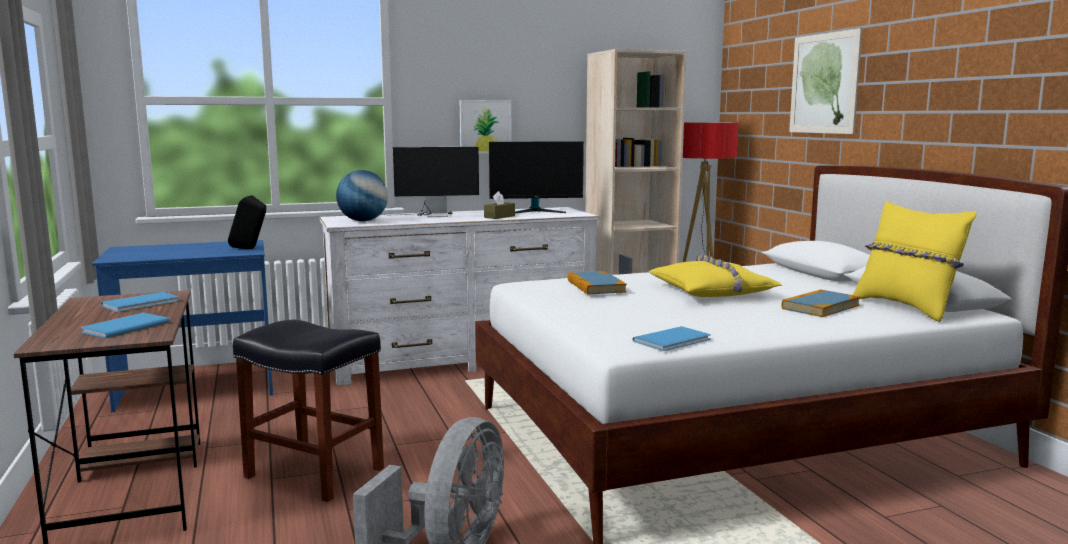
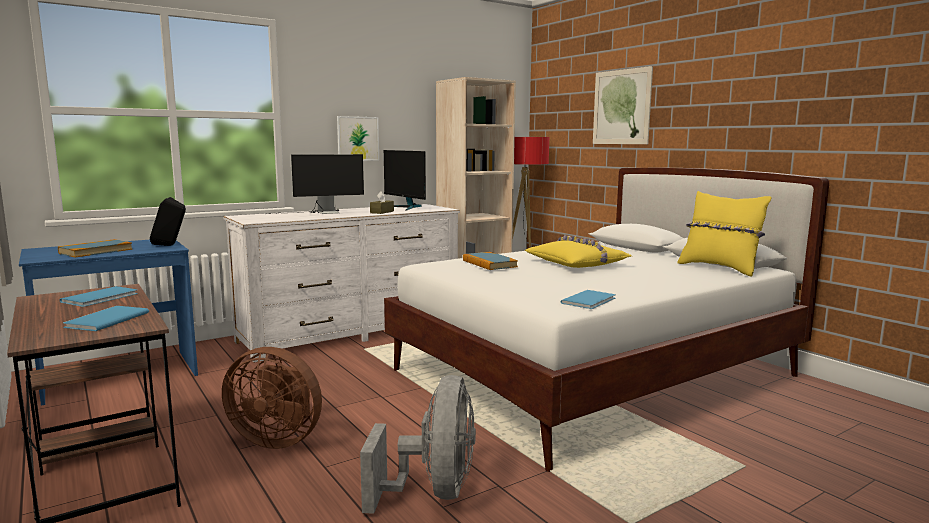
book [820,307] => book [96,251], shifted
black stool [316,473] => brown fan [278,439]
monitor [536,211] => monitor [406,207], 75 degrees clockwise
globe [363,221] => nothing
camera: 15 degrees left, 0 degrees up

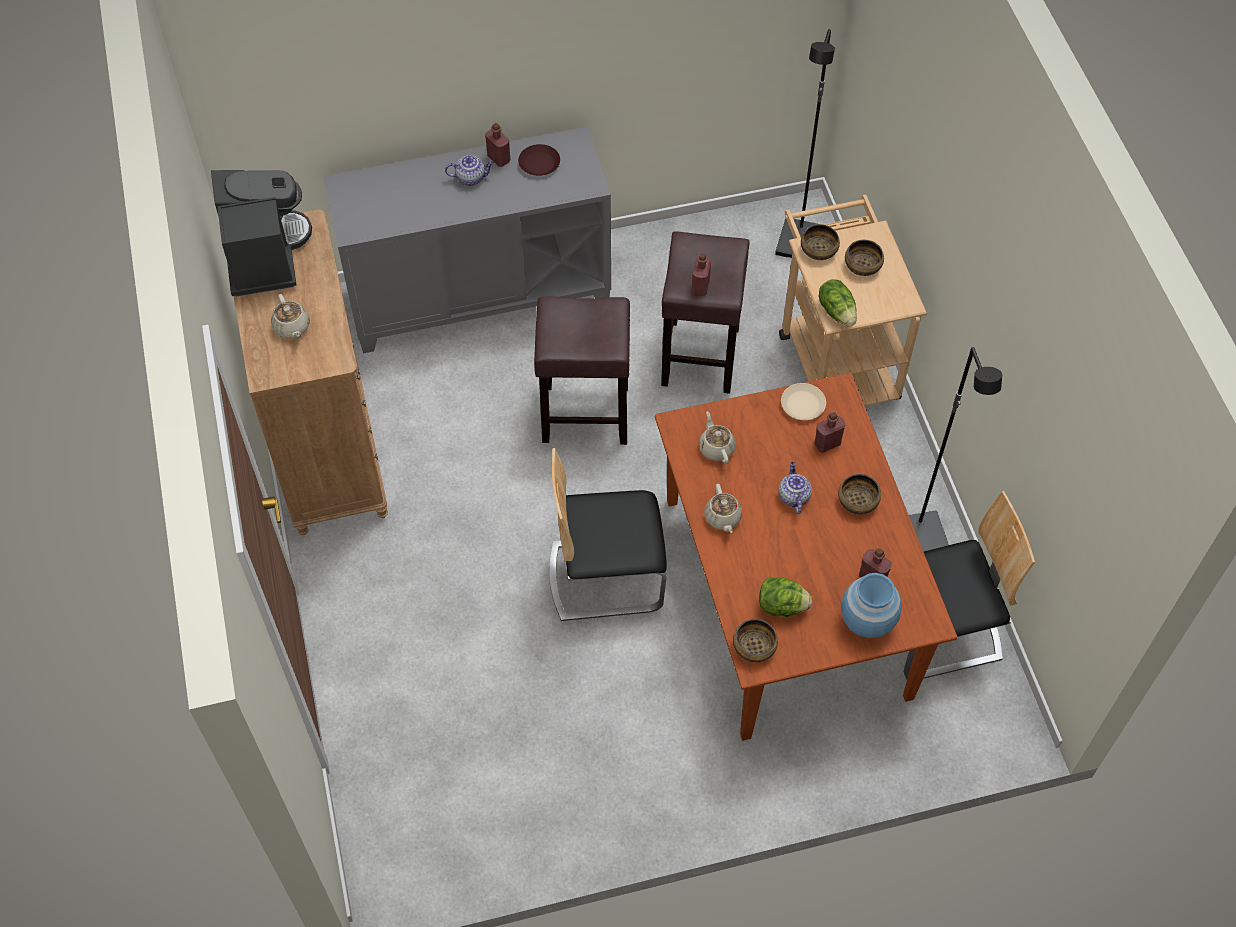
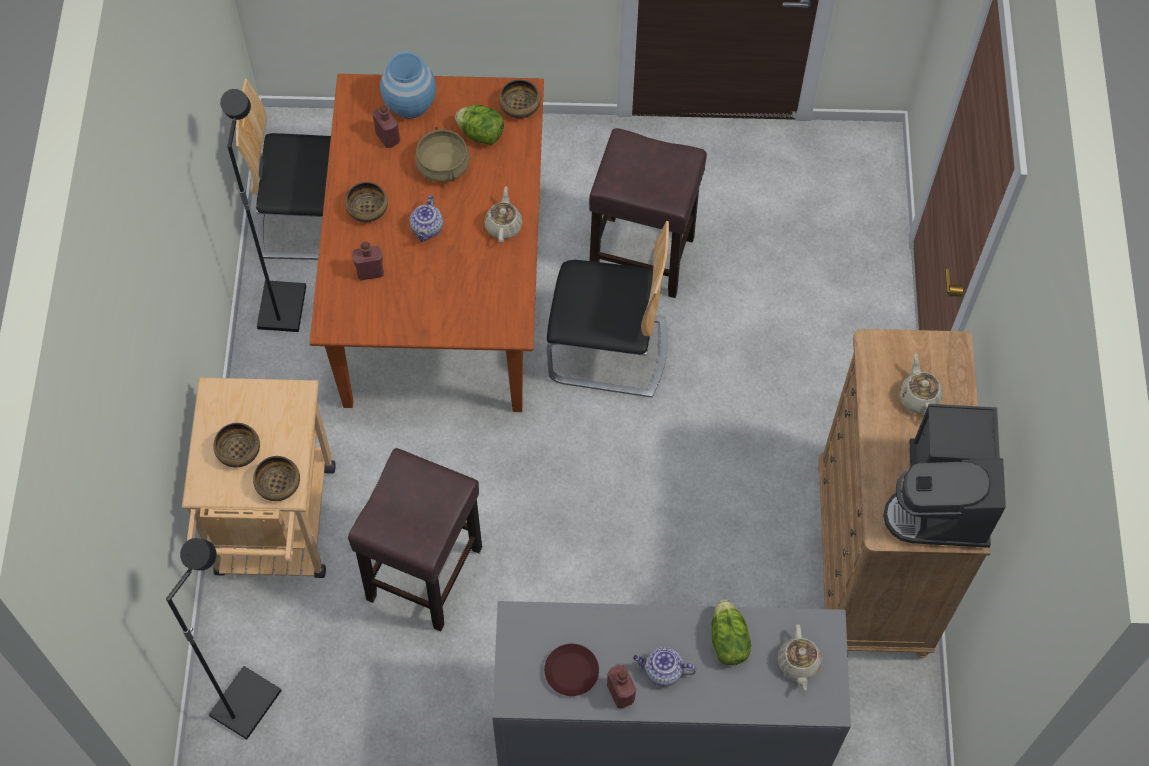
nothing => beige cooking pot [443,166]
brown stool [583,414] => brown stool [643,256], shifted
lettuce [837,311] => lettuce [727,640], shifted
beige teapot [716,448] => beige teapot [798,663], shifted
red bottle [700,287] => nothing
beige plate [803,405] => nothing
camera: 165 degrees left, 5 degrees up

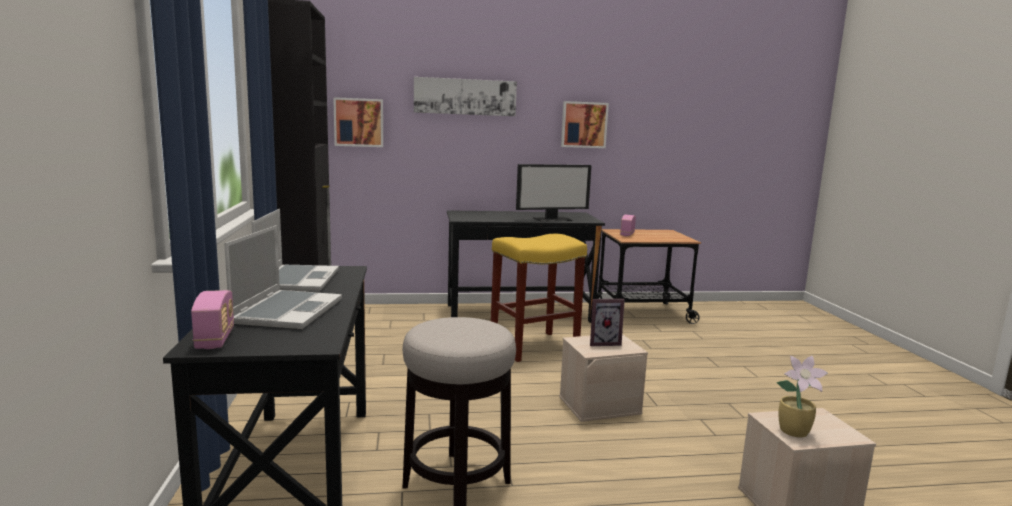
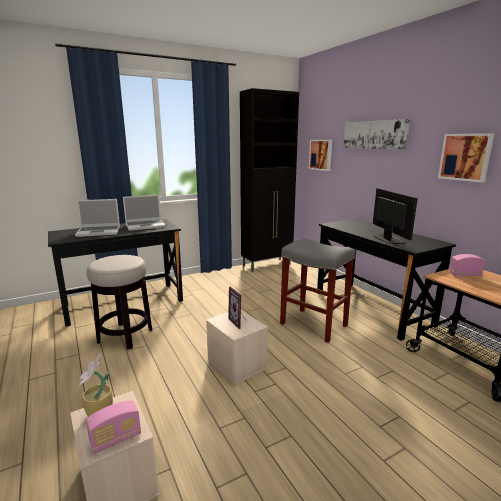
radio [215,339] => radio [116,439], shifted
yellow stool [533,347] => grey stool [312,324]
monitor [552,219] => monitor [388,239], 150 degrees counterclockwise
camera: 70 degrees right, 5 degrees up

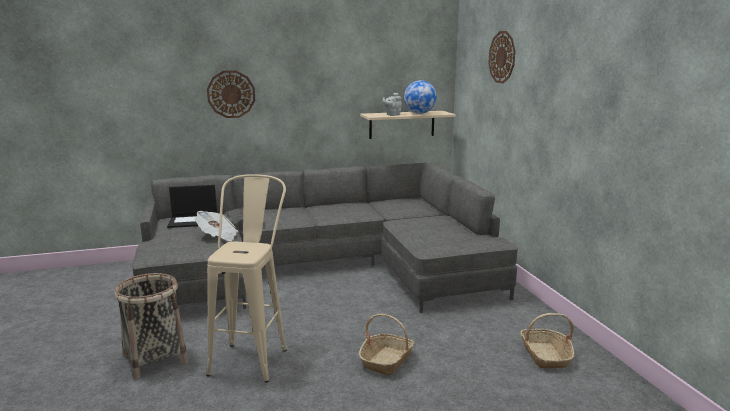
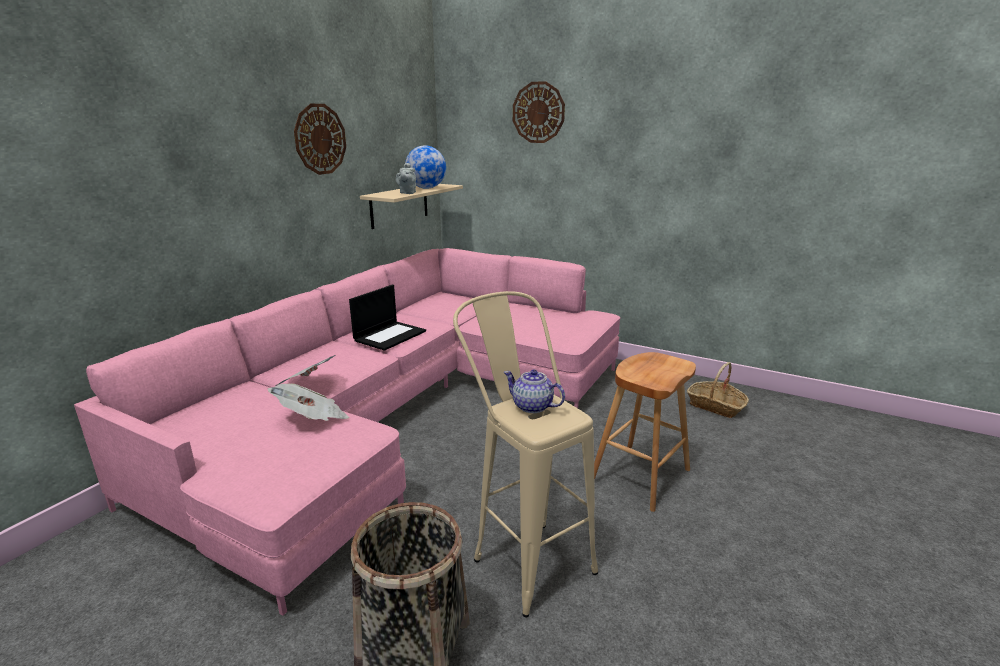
grey sofa [325,268] => pink sofa [402,412]
wall clock [231,94] => wall clock [320,139], shifted
laptop [194,221] => laptop [390,335], shifted
nothing => teapot [533,406]
basket [387,360] => brown stool [640,476]
camera: 45 degrees left, 5 degrees up

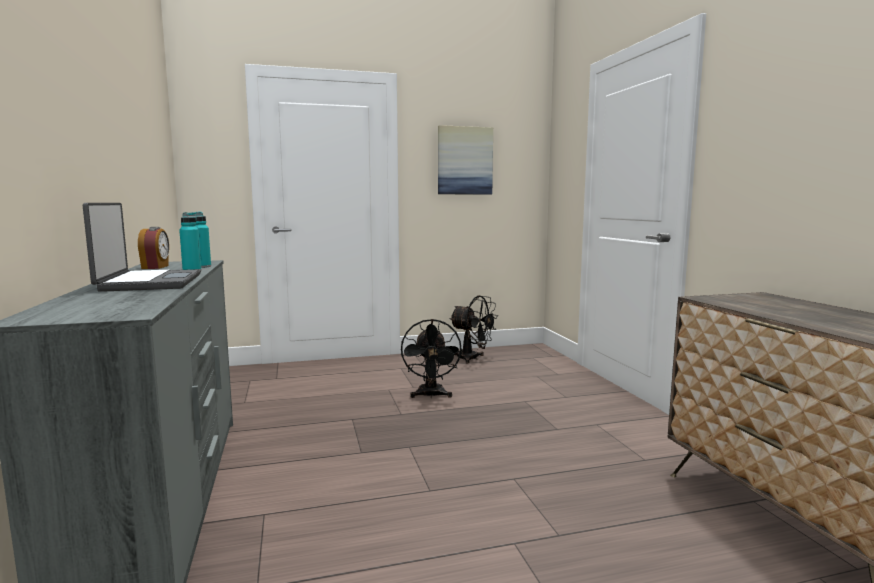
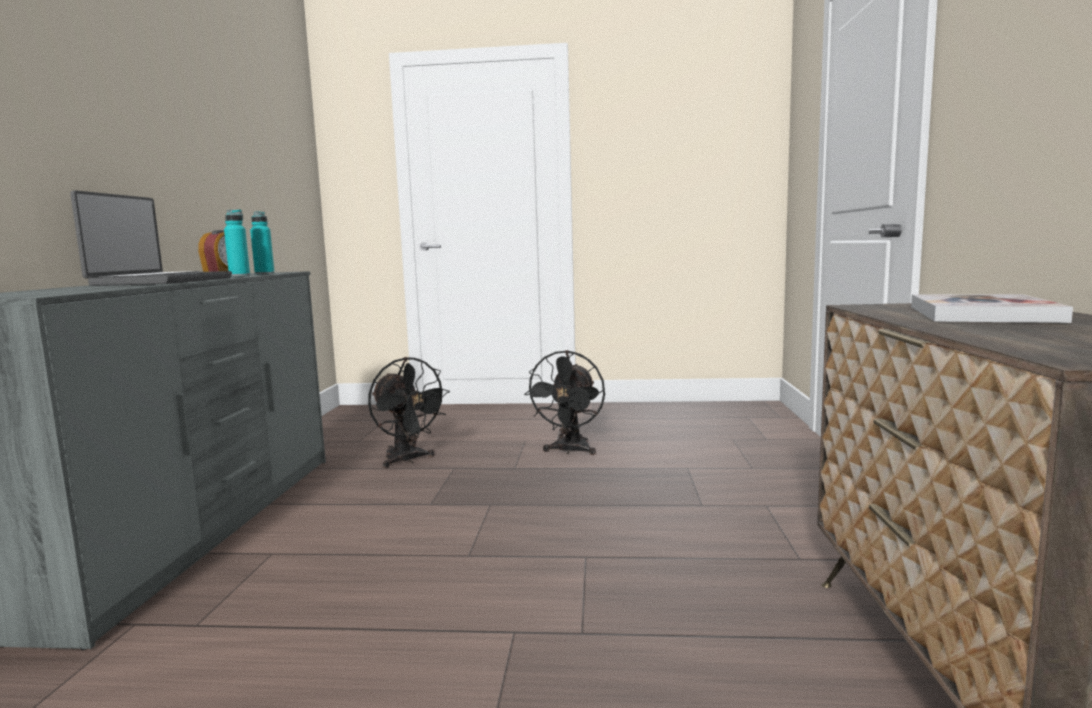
black fan [472,358] => black fan [407,460], shifted
nothing => book [981,314]
picture [464,161] => nothing
camera: 20 degrees right, 0 degrees up

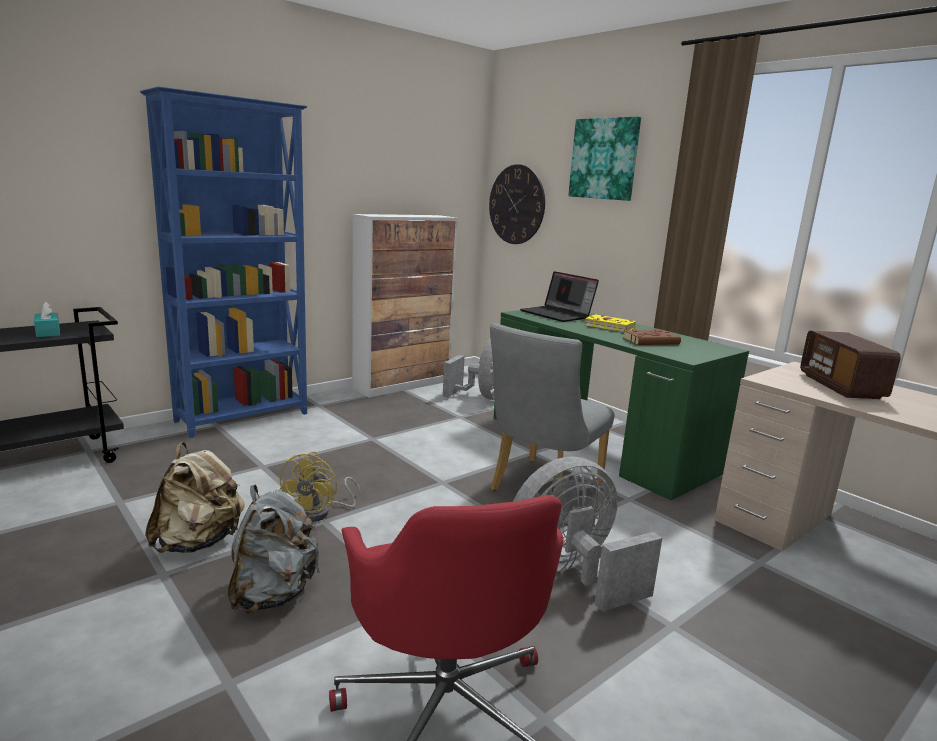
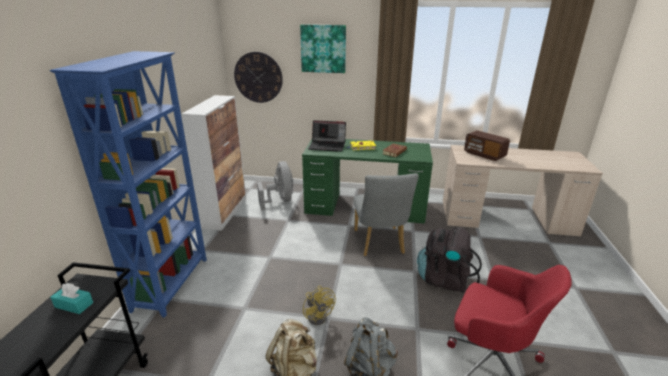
grey fan [571,575] => black backpack [444,279]
camera: 40 degrees left, 10 degrees up

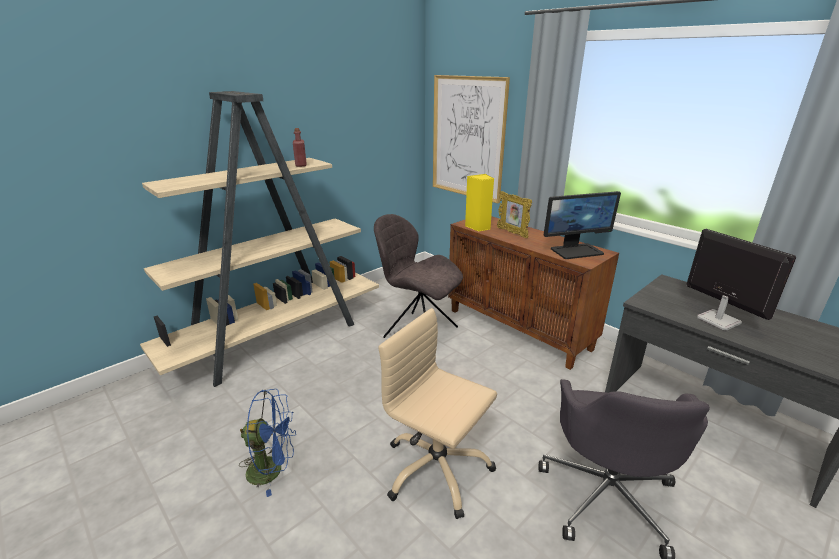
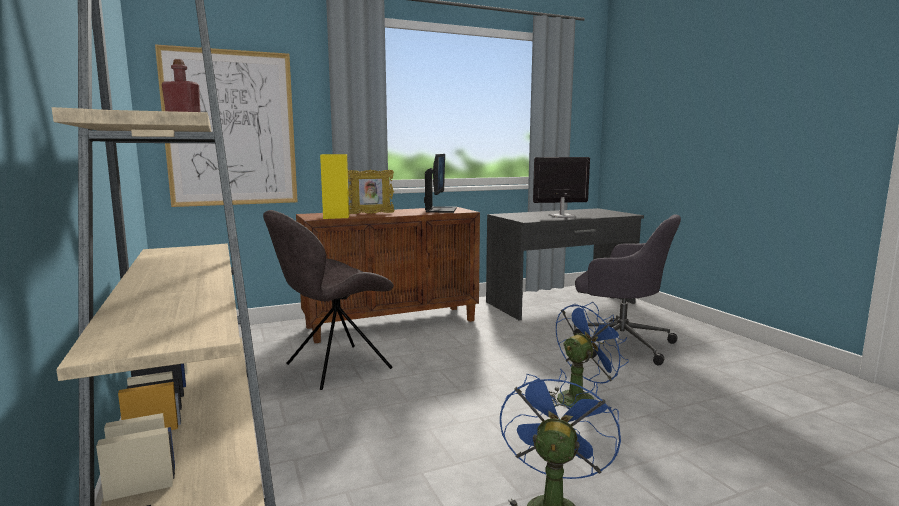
beige office chair [436,470] => blue fan [580,397]
camera: 70 degrees left, 15 degrees down

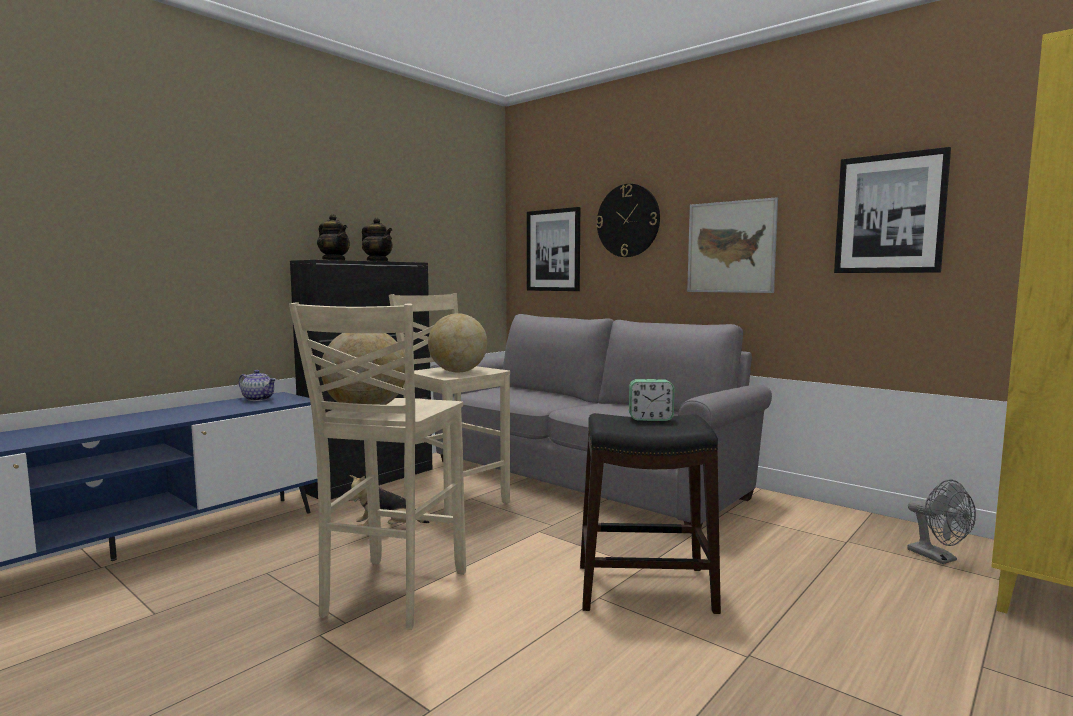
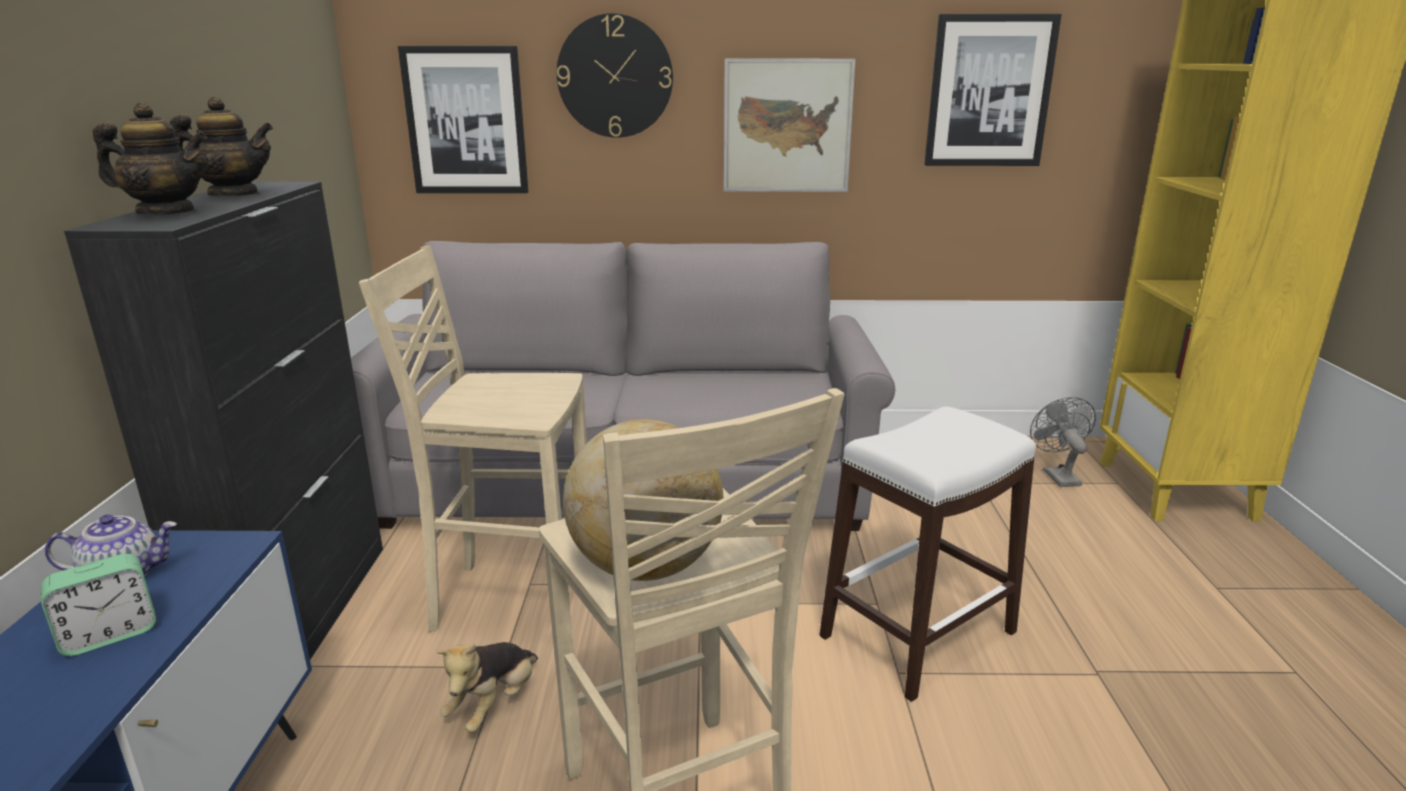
alarm clock [650,419] => alarm clock [109,635], shifted
black stool [644,587] => white stool [916,634]
grey fan [938,558] => grey fan [1057,475], 120 degrees counterclockwise
globe [458,372] => nothing
camera: 40 degrees left, 15 degrees up

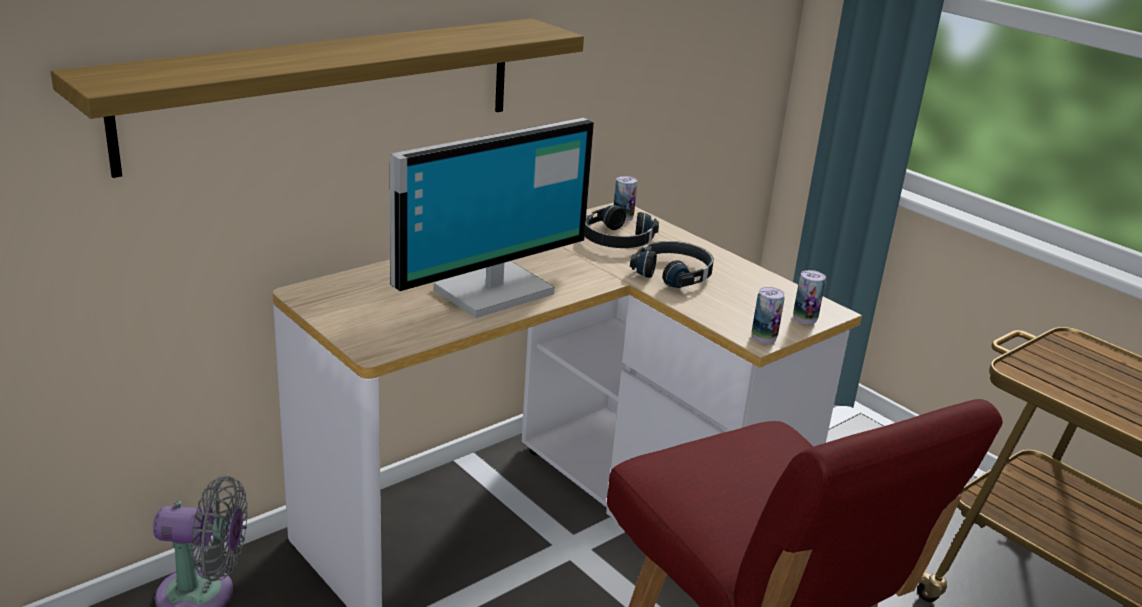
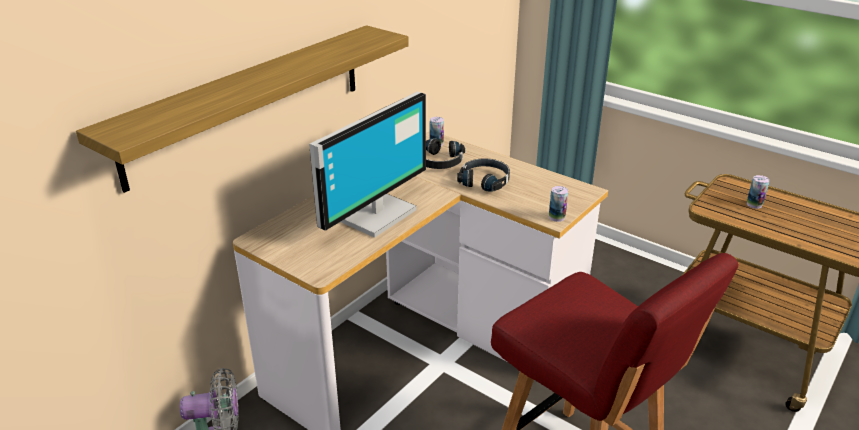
can [805,318] => can [754,204], shifted
camera: 10 degrees left, 5 degrees up

